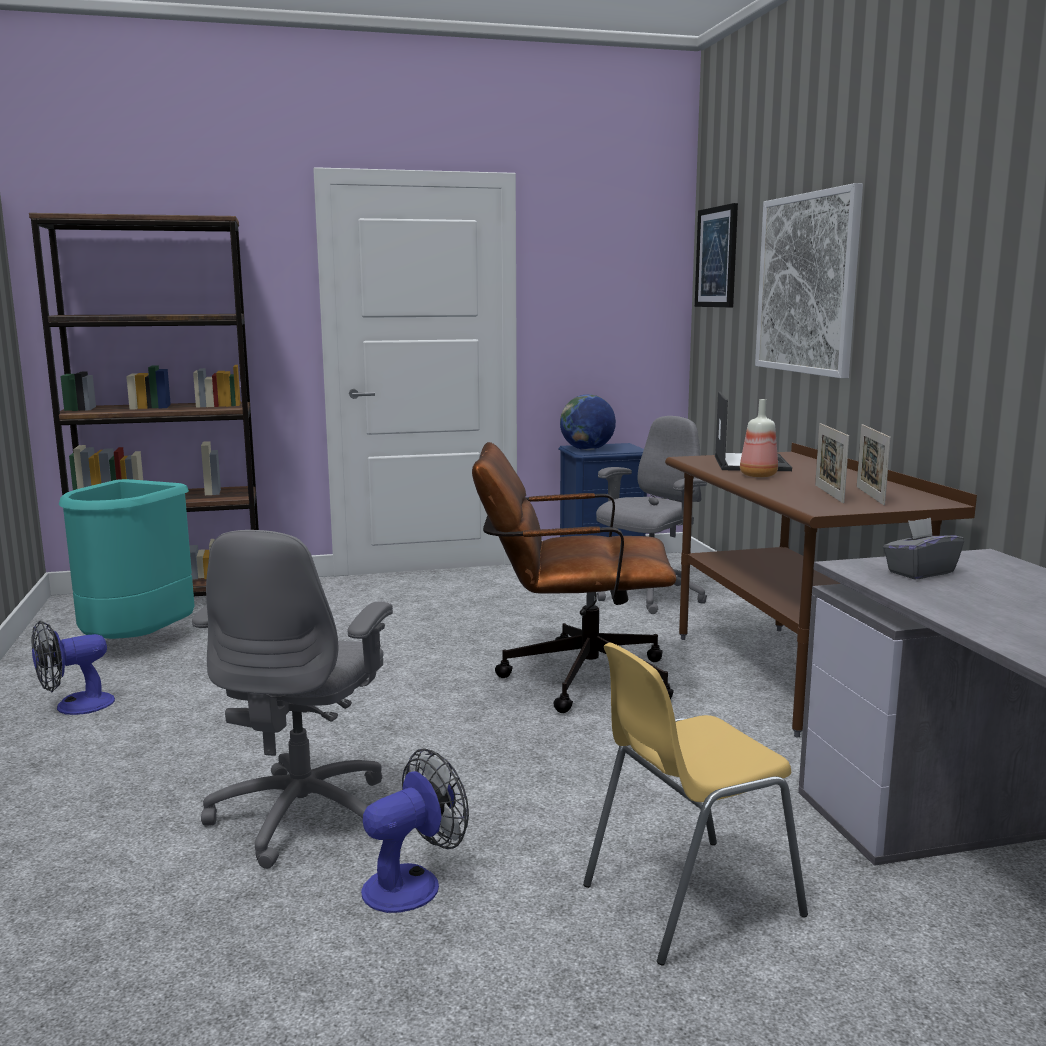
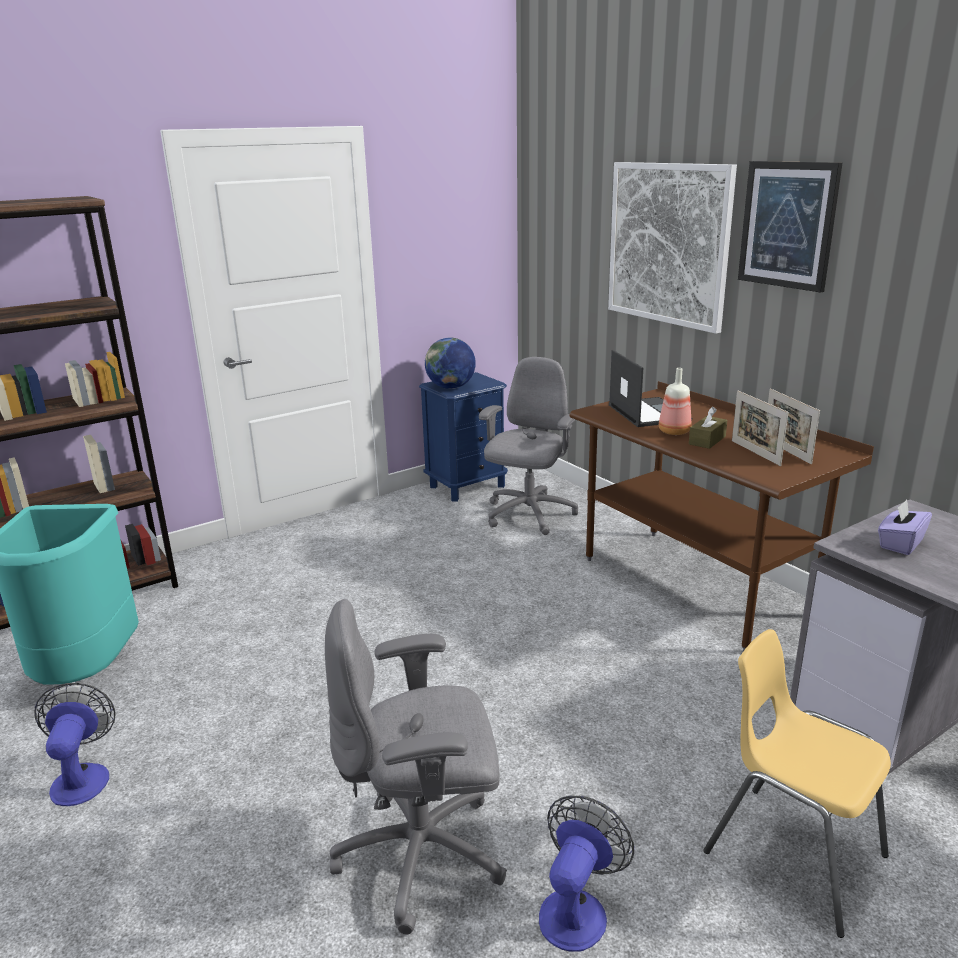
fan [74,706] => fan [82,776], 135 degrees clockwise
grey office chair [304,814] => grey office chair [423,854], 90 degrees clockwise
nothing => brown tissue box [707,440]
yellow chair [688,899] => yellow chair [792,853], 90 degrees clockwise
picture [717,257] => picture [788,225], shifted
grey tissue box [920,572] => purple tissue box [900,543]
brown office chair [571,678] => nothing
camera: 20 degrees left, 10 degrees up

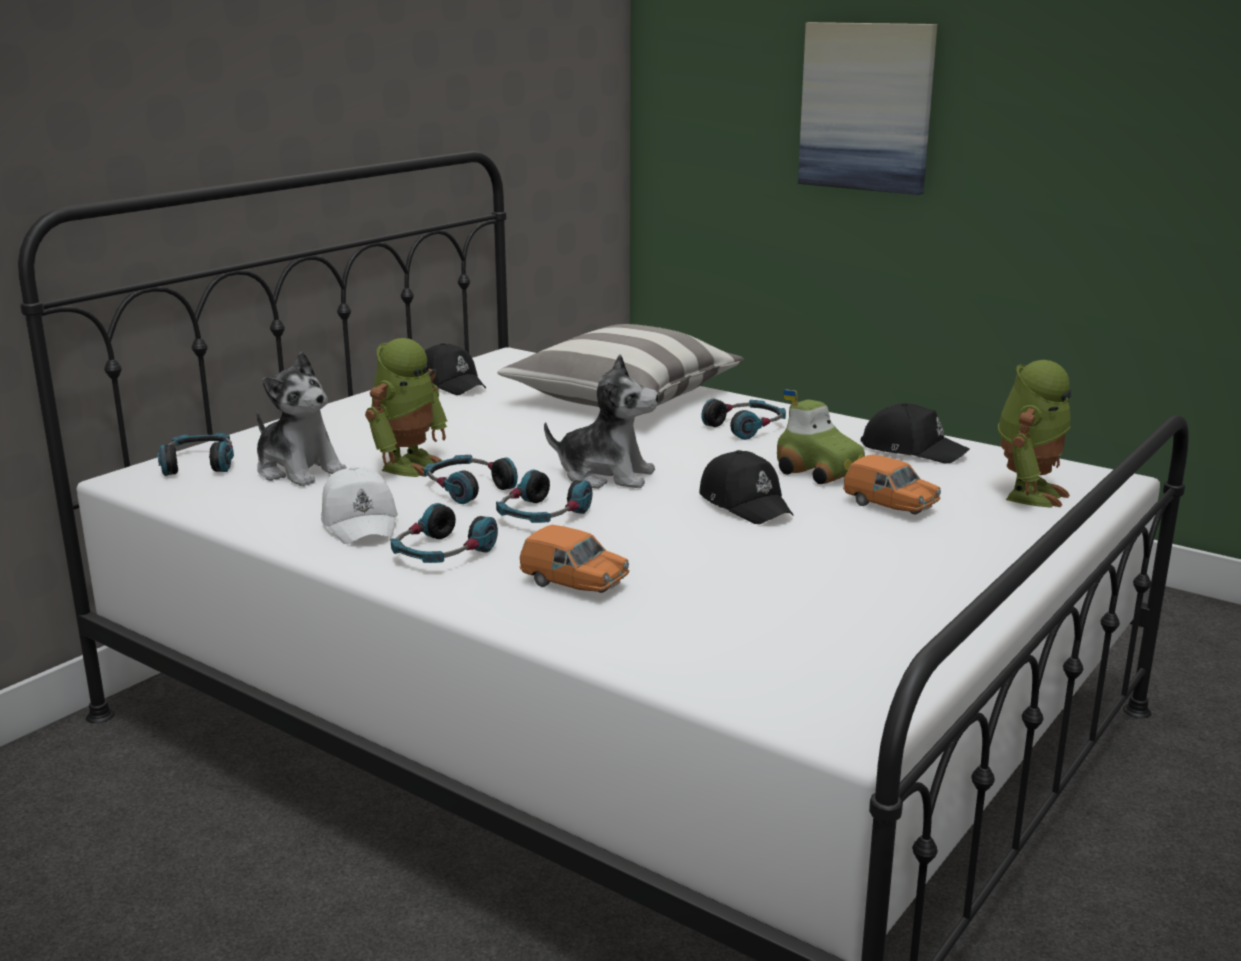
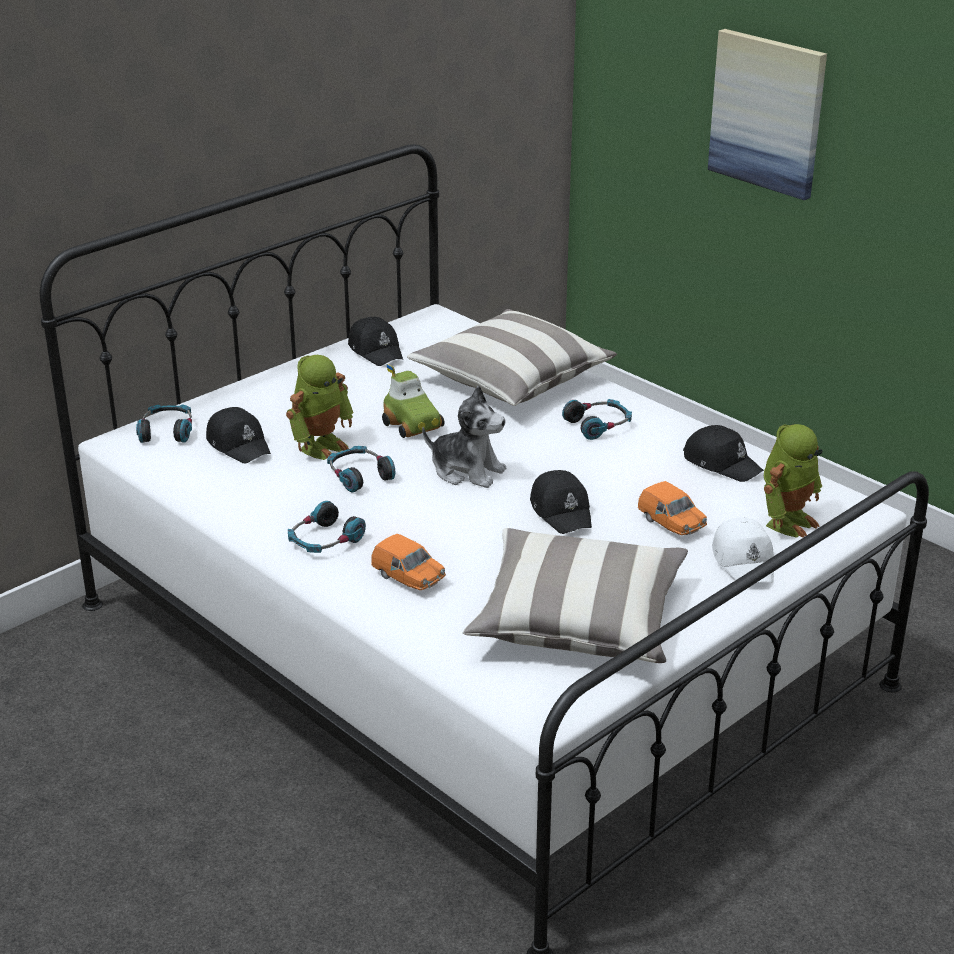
plush toy [299,470] => black cap [239,445]
toy car [821,471] => toy car [414,425], shifted
nothing => pillow [578,621]
white cap [361,522] => white cap [744,561], shifted
headphones [542,515] => nothing
camera: 10 degrees right, 10 degrees up

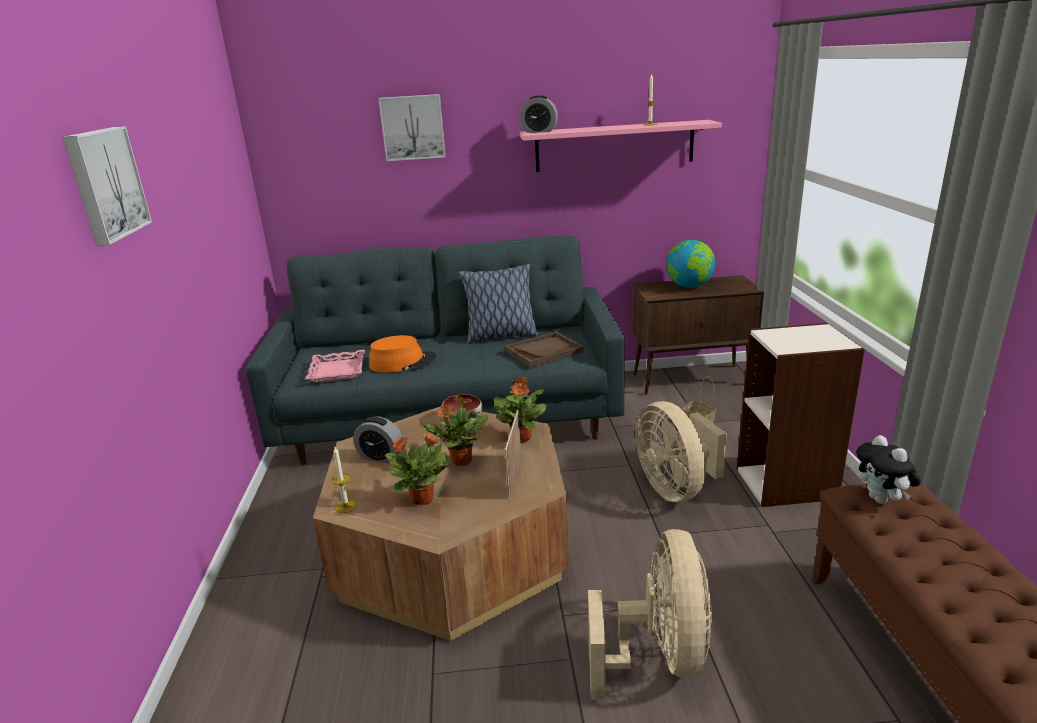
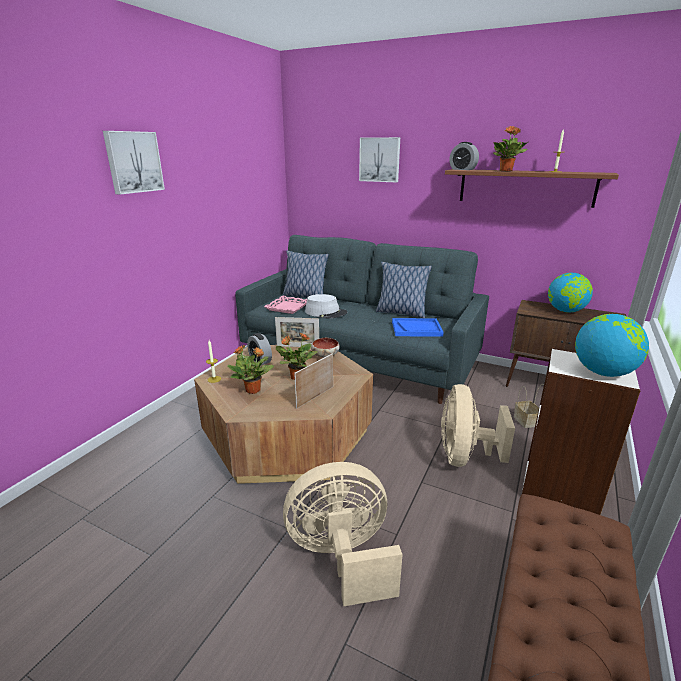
nothing => picture frame [298,346]
nothing => pillow [305,297]
beige fan [658,656] => beige fan [342,557], 135 degrees counterclockwise
orange hat [403,362] => grey hat [326,312]
brown tray [544,351] => blue tray [416,329]
pink shelf [614,146] => brown shelf [525,187]
potted plant [522,437] => potted plant [506,170], shifted
nothing => globe [603,372]
plush toy [882,500] => nothing
camera: 30 degrees right, 0 degrees up

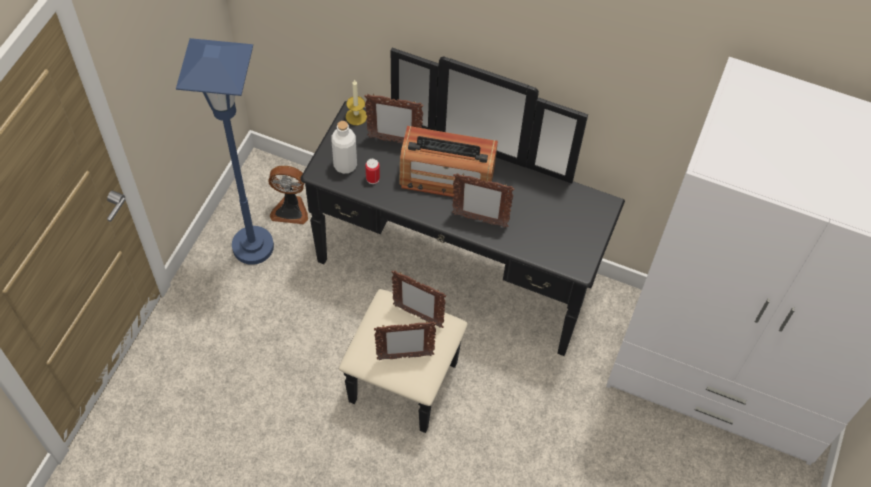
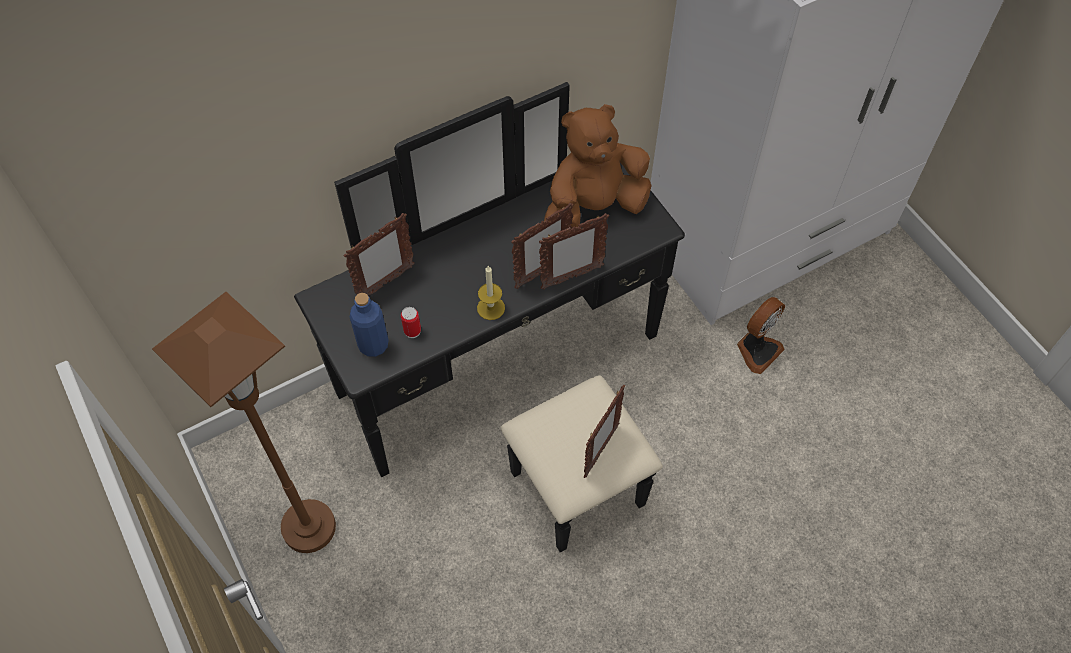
blue floor lamp [252,246] => brown floor lamp [308,527]
white bottle [345,165] => blue bottle [373,345]
candle [356,116] => candle [491,308], shifted
picture frame [417,316] => picture frame [571,277], shifted
nothing => brown plush toy [594,206]
fan [290,209] => fan [757,350], shifted
radio [446,177] => nothing
camera: 50 degrees left, 0 degrees up

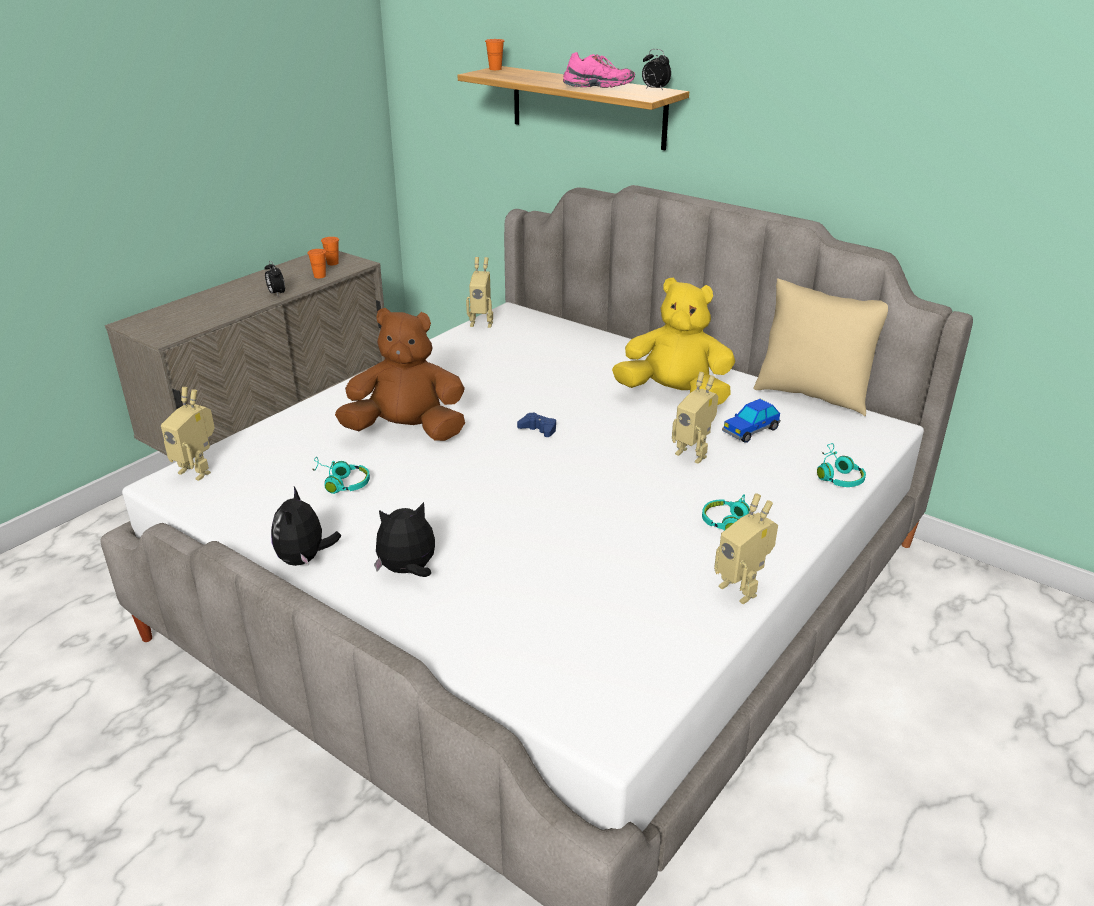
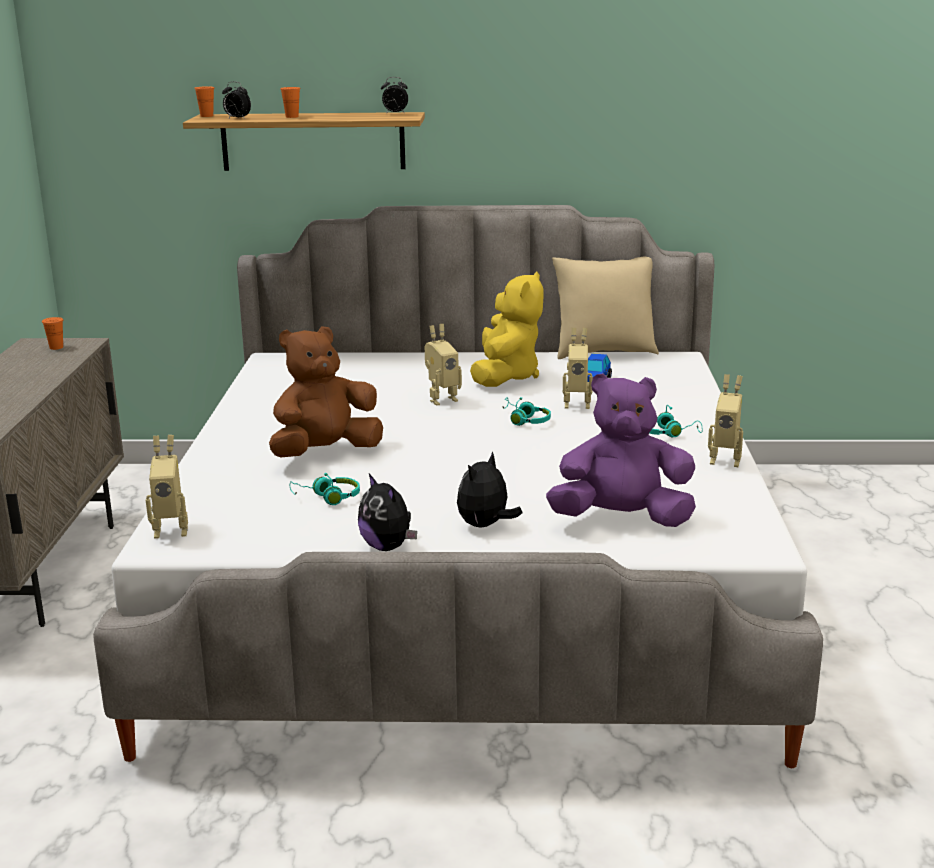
alarm clock [276,294] => alarm clock [237,119], shifted
orange cup [319,276] => orange cup [292,117], shifted
toy robot [482,323] => toy robot [441,399], shifted
yellow plush toy [674,395] => yellow plush toy [506,376], 120 degrees clockwise
turquoise headphones [836,475] => turquoise headphones [524,420], shifted
nothing => purple plush toy [621,519]
blue game controller [538,429] => nothing
pink shoe [598,87] => nothing
camera: 35 degrees left, 10 degrees down

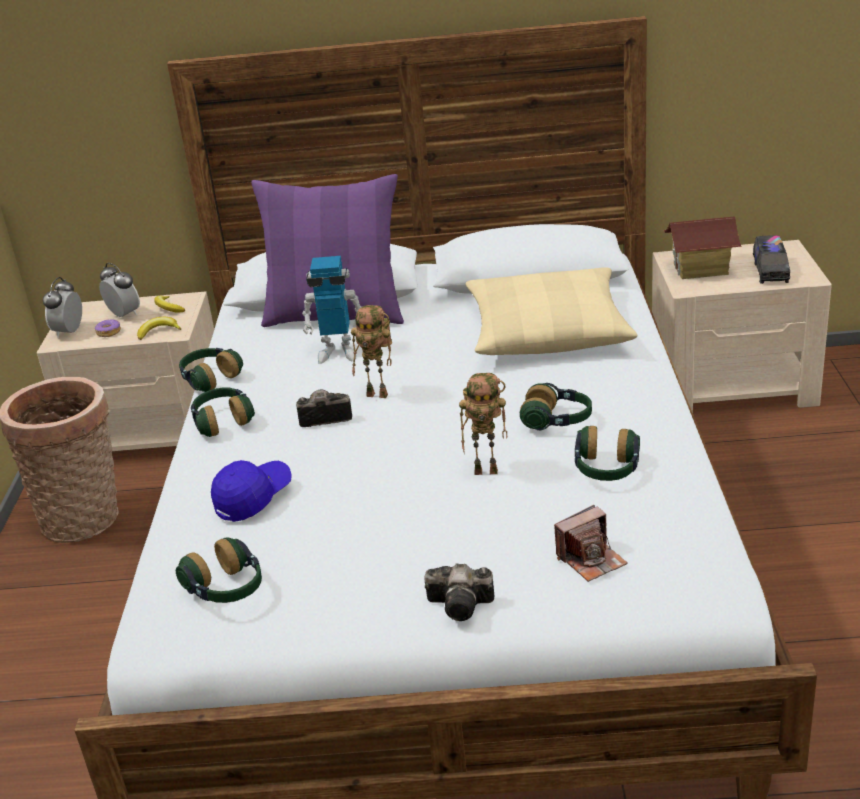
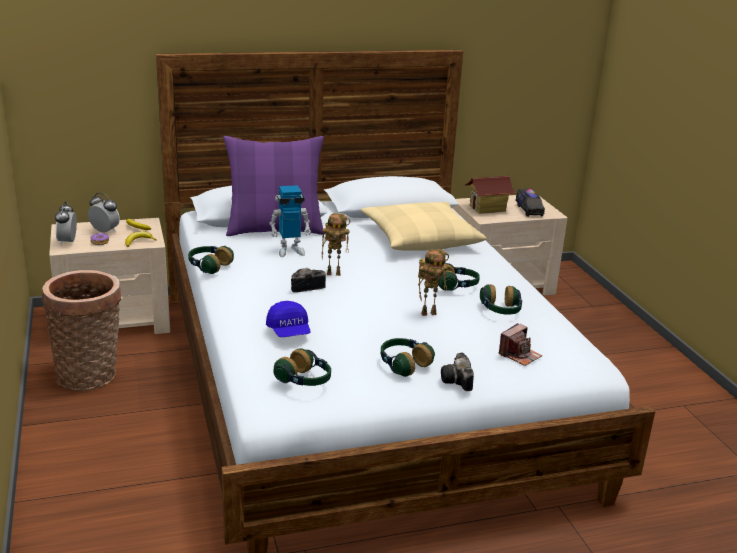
blue cap [253,498] => blue cap [289,331], 135 degrees clockwise
headphones [222,421] => headphones [403,364], shifted
photo camera [463,605] => photo camera [458,381], 90 degrees clockwise
camera: 20 degrees left, 5 degrees down

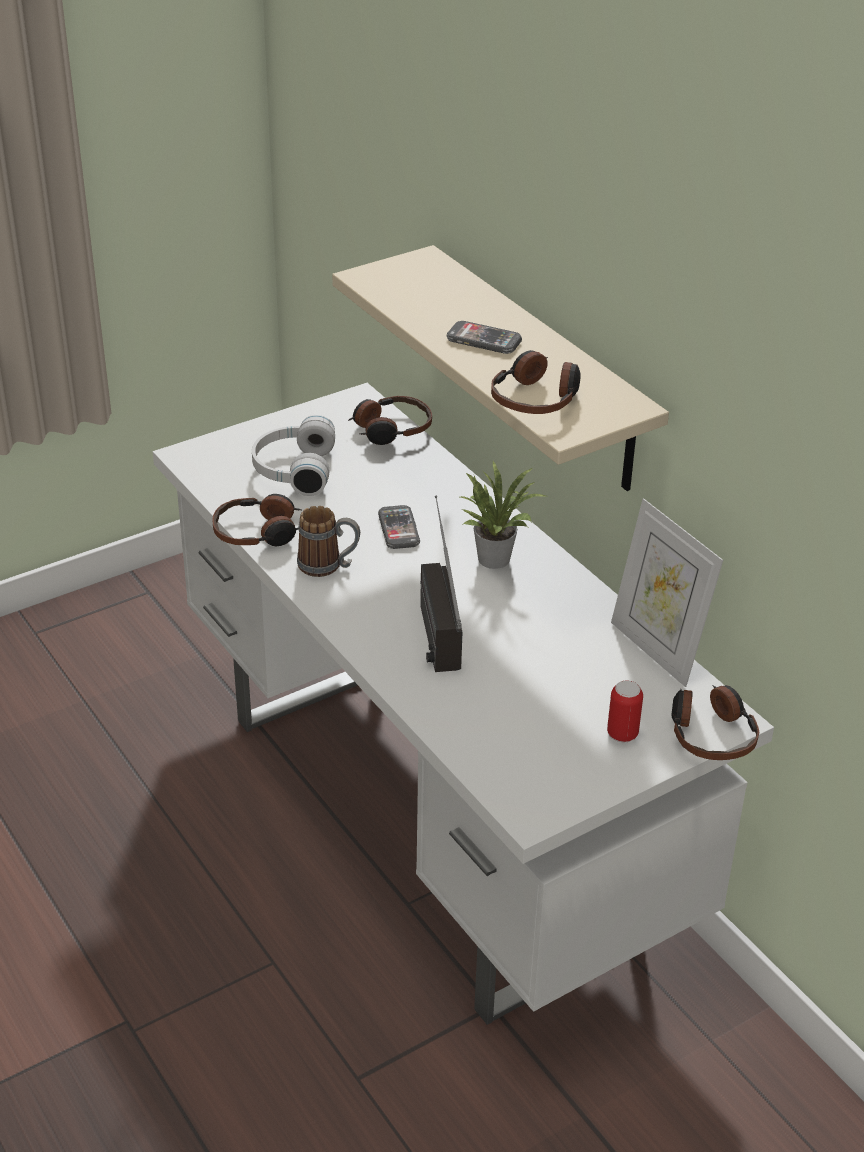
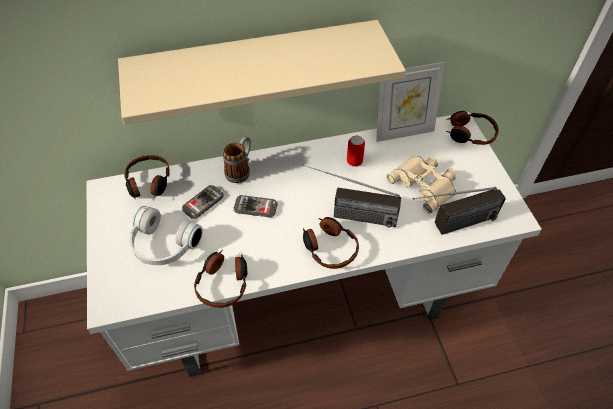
phone [484,340] => phone [203,202], shifted
mug [328,566] => mug [240,170], shifted
headphones [537,398] => headphones [329,247], shifted
can [622,734] => can [354,162], shifted
nothing => beige binoculars [425,184]
nothing => radio [451,226]
potted plant [494,556] => nothing
camera: 70 degrees left, 15 degrees up

